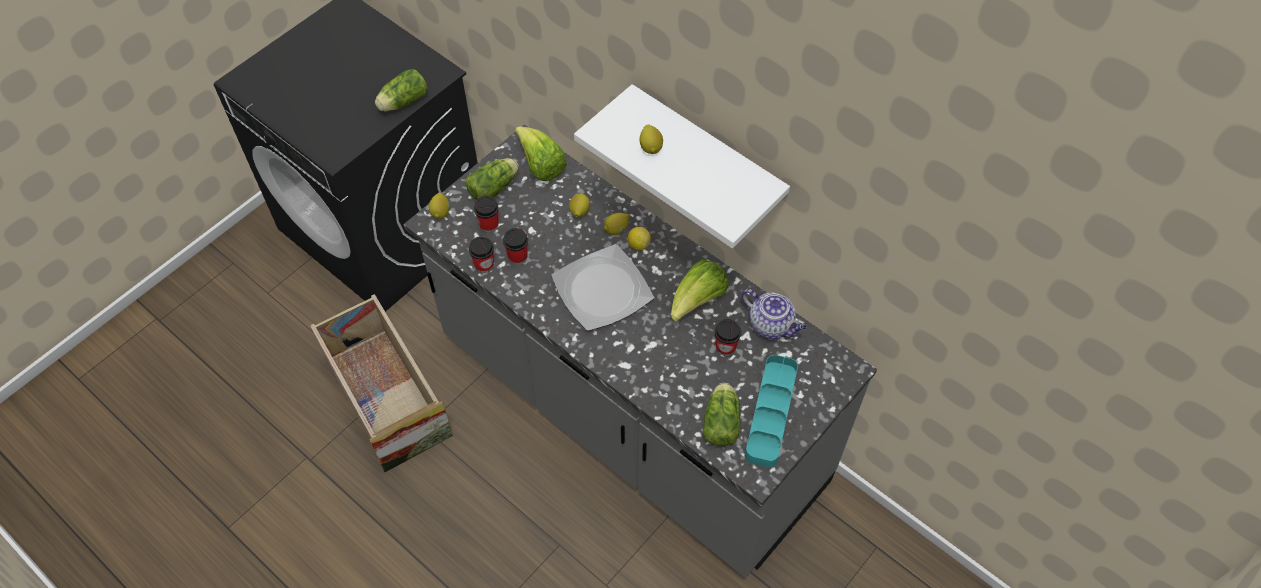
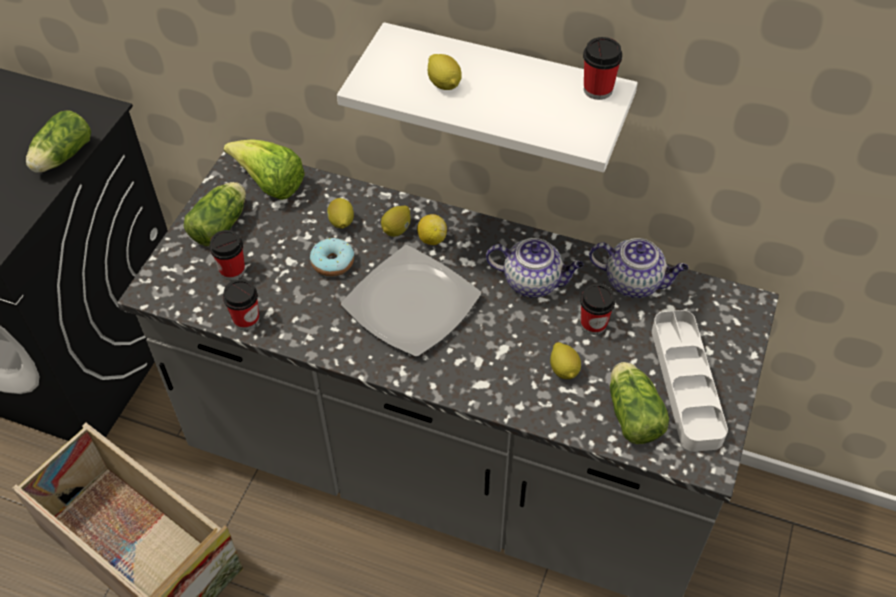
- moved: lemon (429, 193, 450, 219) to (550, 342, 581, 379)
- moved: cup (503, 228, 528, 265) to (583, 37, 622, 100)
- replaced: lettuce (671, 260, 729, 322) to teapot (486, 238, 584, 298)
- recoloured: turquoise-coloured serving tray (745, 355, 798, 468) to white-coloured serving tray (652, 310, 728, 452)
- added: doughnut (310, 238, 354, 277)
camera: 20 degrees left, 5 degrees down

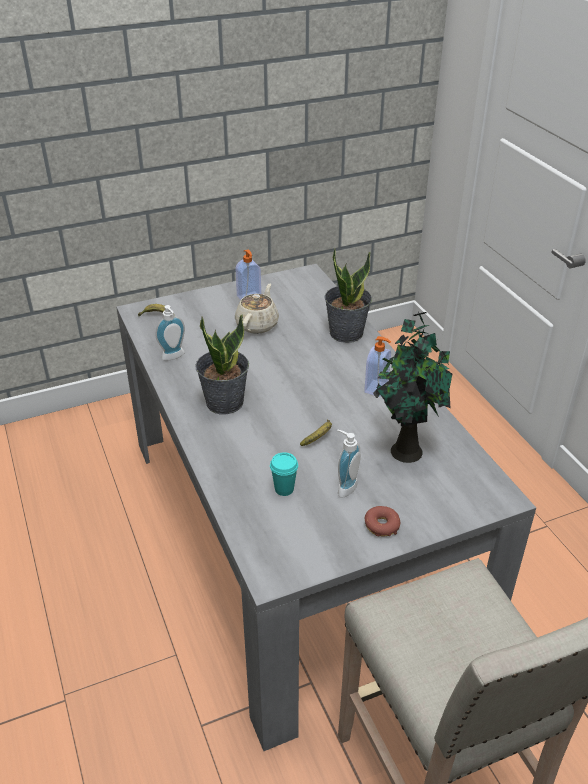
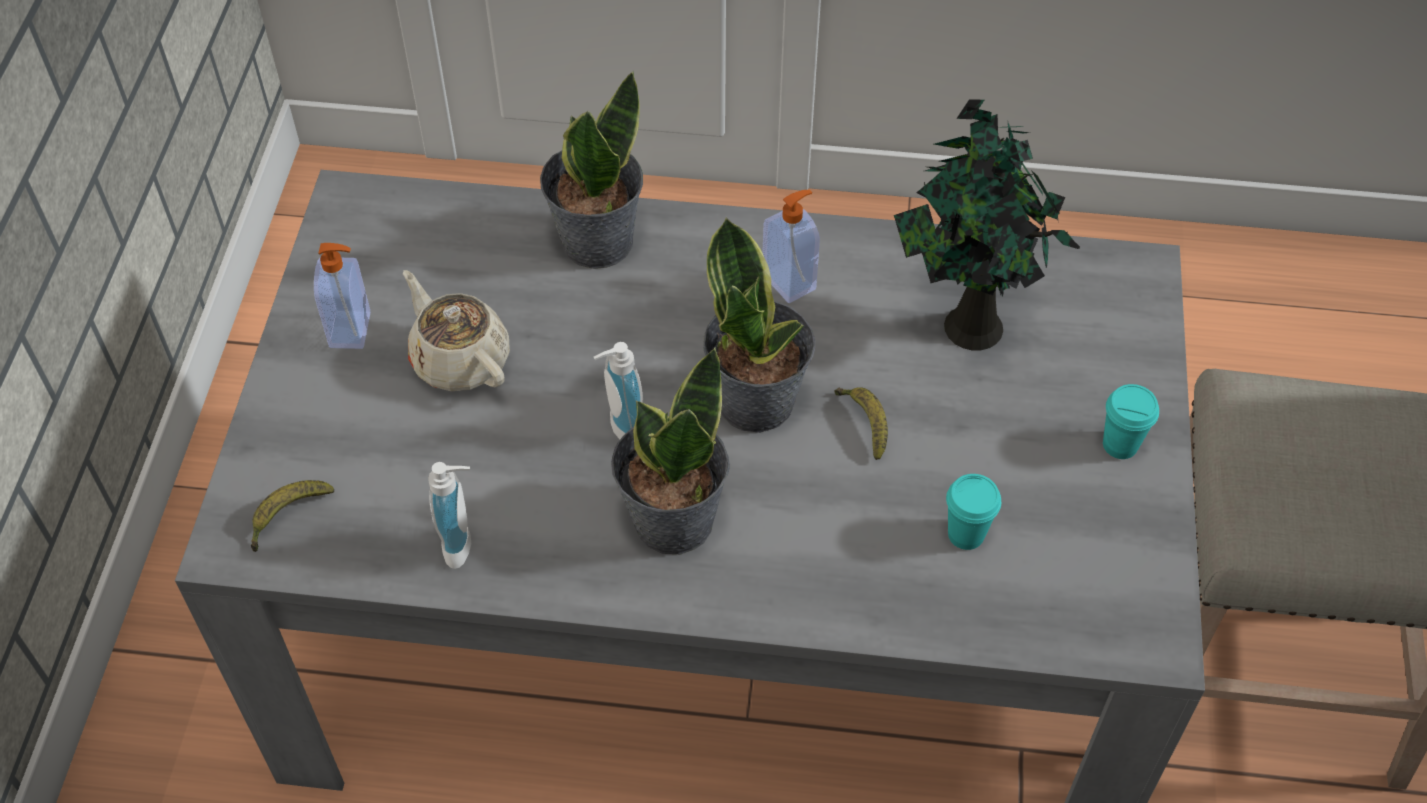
- moved: soap bottle (337, 430, 361, 498) to (594, 342, 643, 439)
- replaced: doughnut (364, 506, 400, 536) to turquoise-coloured cup (1103, 384, 1159, 459)
- added: potted plant (703, 217, 816, 433)
camera: 60 degrees left, 15 degrees up

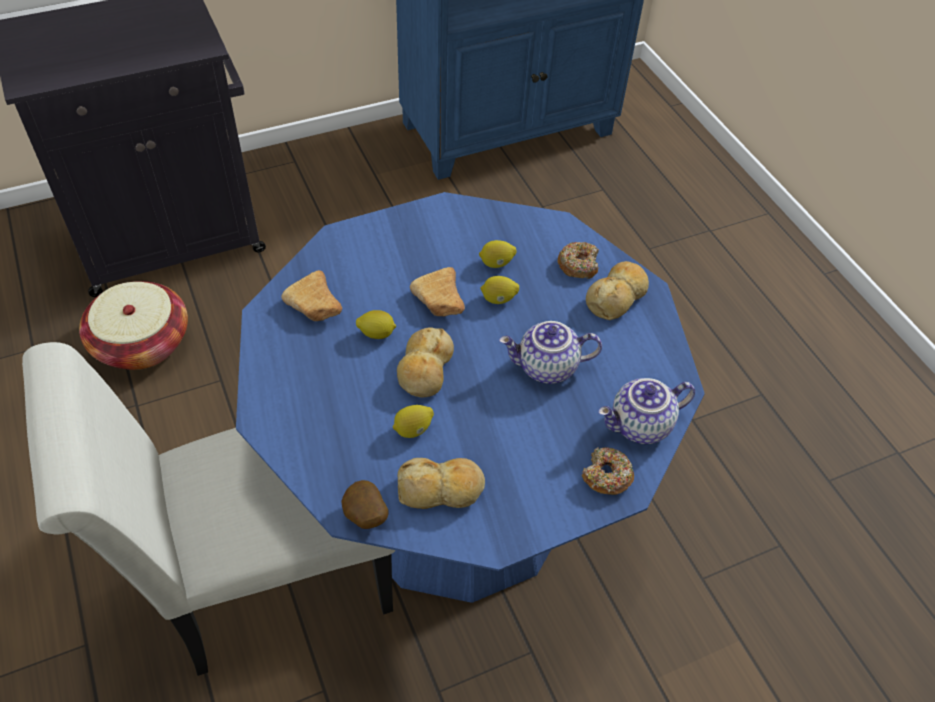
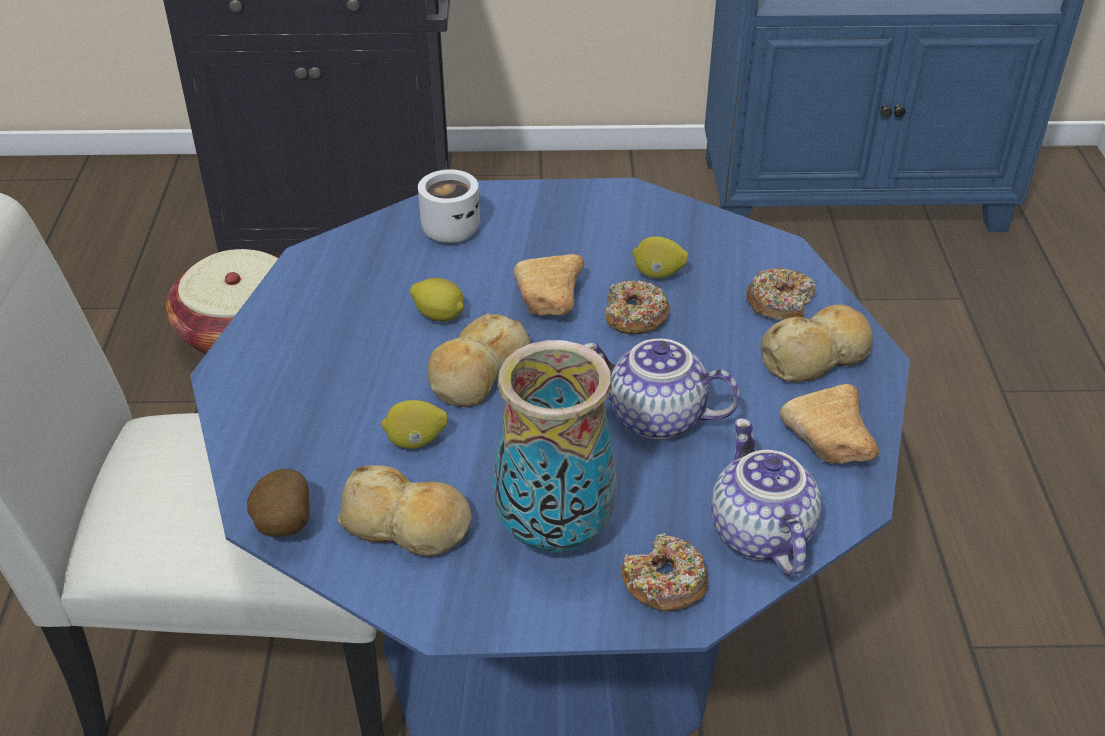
- moved: bakery bread (281, 270, 342, 321) to (779, 384, 879, 464)
- replaced: lemon (480, 276, 519, 304) to doughnut (605, 280, 670, 334)
- turned: teapot (598, 378, 695, 444) = (711, 418, 822, 576) 75 degrees clockwise
- added: white-coloured coffee mug (418, 169, 480, 243)
- added: vase (493, 340, 617, 553)
camera: 25 degrees right, 10 degrees down

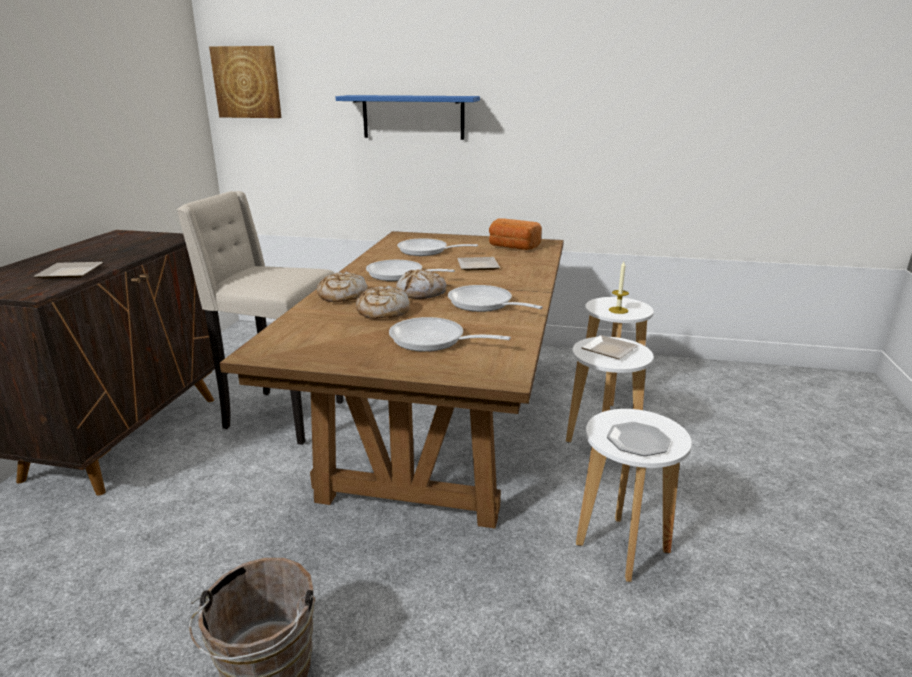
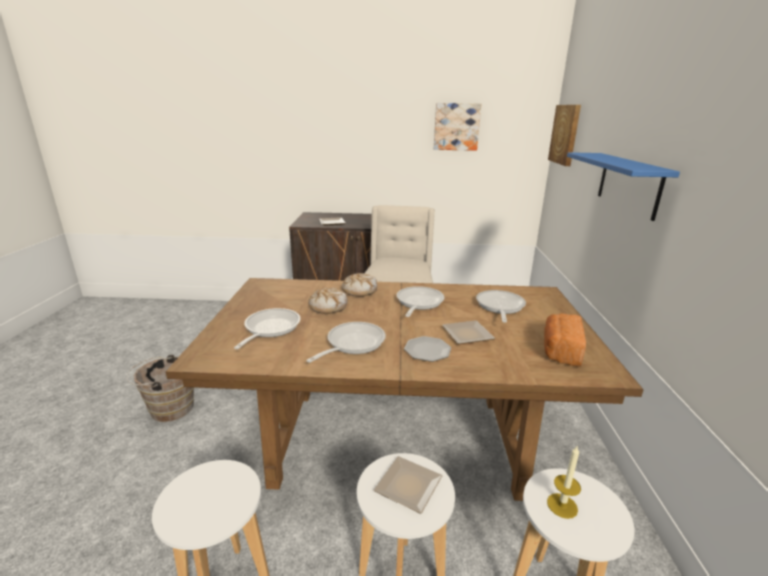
- removed: bakery bread (396, 269, 447, 299)
- moved: flat dish (607, 422, 671, 456) to (404, 336, 451, 362)
- added: picture (434, 103, 482, 151)
camera: 80 degrees right, 0 degrees up

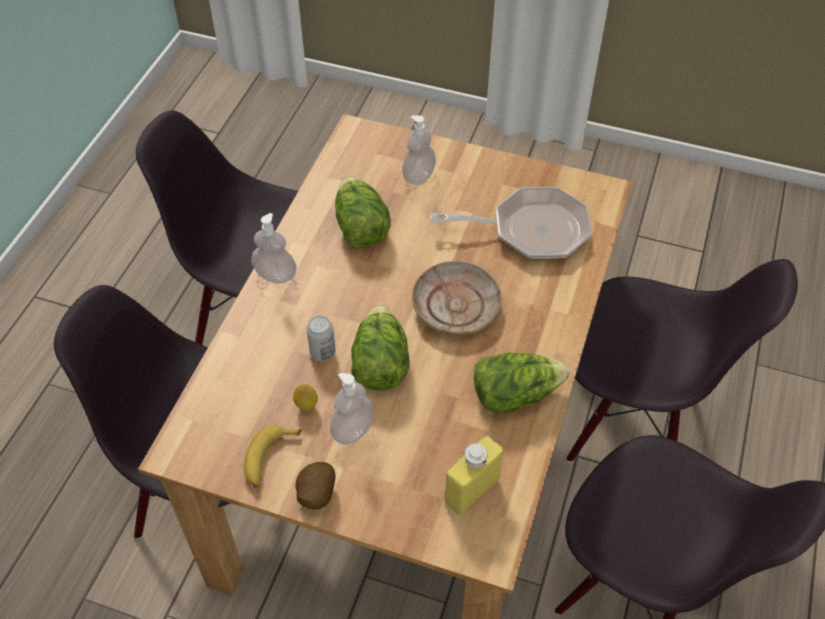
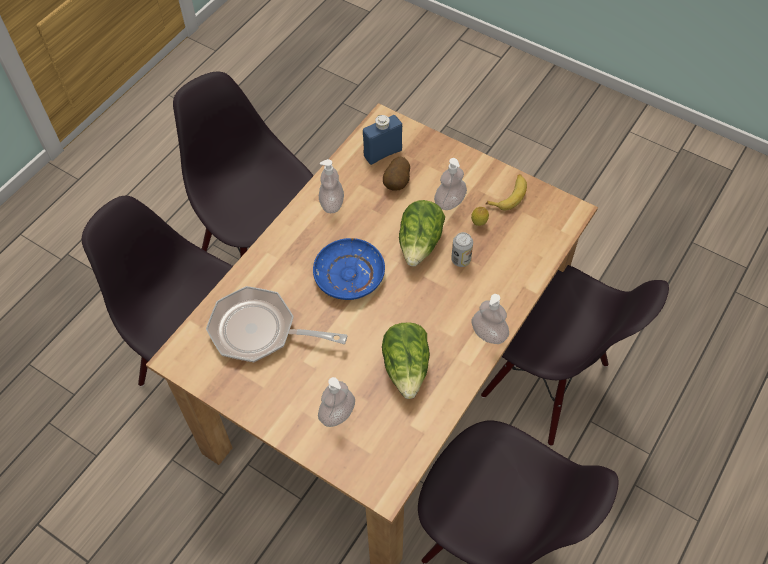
- moved: whole potato (296, 462, 335, 509) to (383, 157, 410, 191)
- recoloured: beige flat dish (412, 261, 502, 336) to blue flat dish (313, 238, 385, 300)
- recoloured: yellowish beverage bottle (445, 436, 503, 515) to blue beverage bottle (363, 115, 402, 165)
- replaced: lettuce (474, 353, 570, 413) to soap bottle (319, 159, 344, 213)
camera: 165 degrees left, 5 degrees up

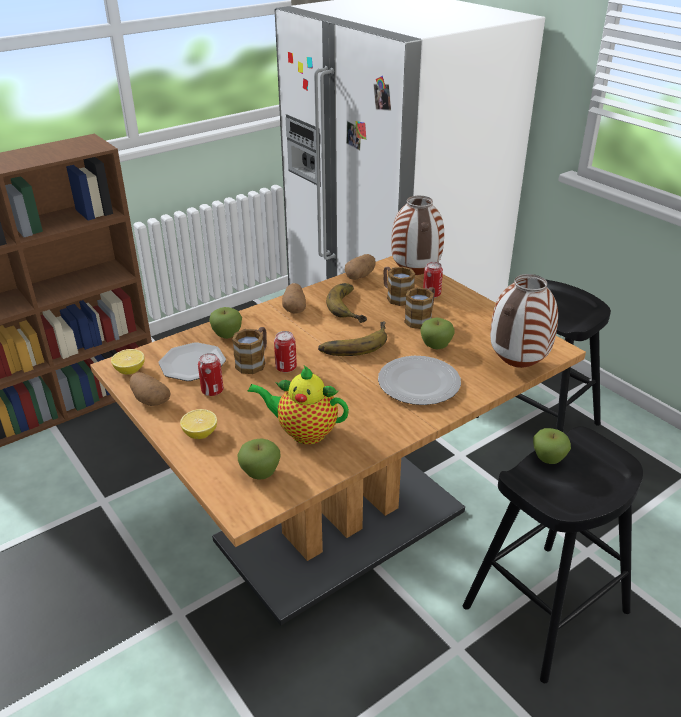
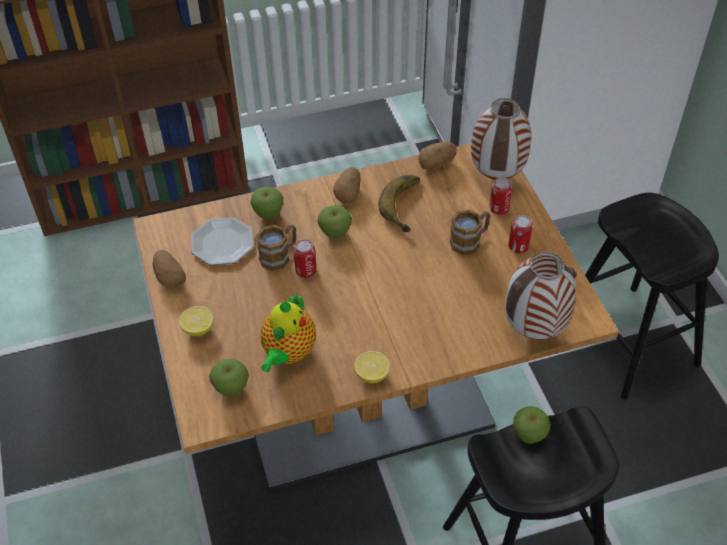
- moved: lemon (111, 349, 145, 375) to (354, 351, 390, 383)
- moved: can (198, 353, 224, 396) to (508, 215, 533, 253)
- turned: teapot (247, 365, 349, 444) = (260, 293, 316, 372) 105 degrees counterclockwise
- removed: banana (318, 321, 387, 356)
- removed: flat dish (378, 356, 461, 405)
- removed: coffee mug (383, 267, 415, 306)
- moved: apple (420, 318, 455, 349) to (317, 206, 352, 239)
camera: 20 degrees right, 15 degrees up

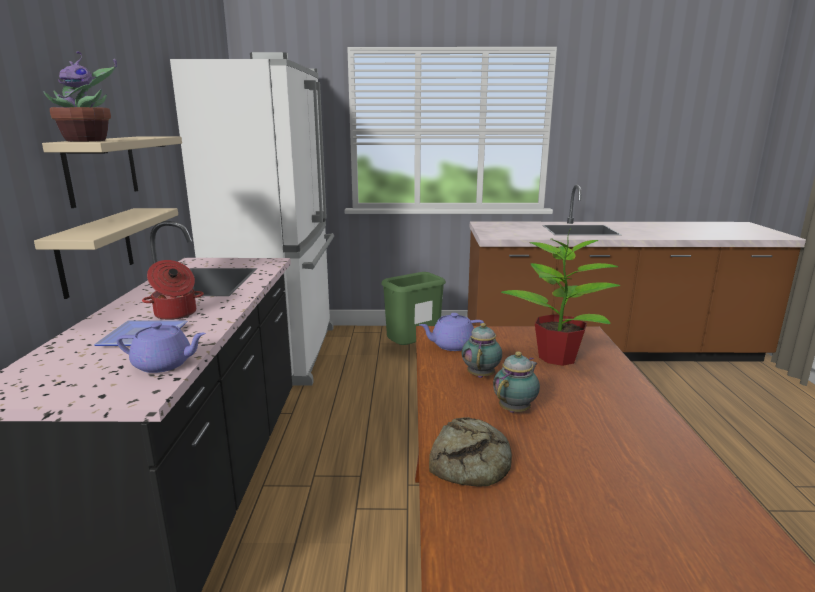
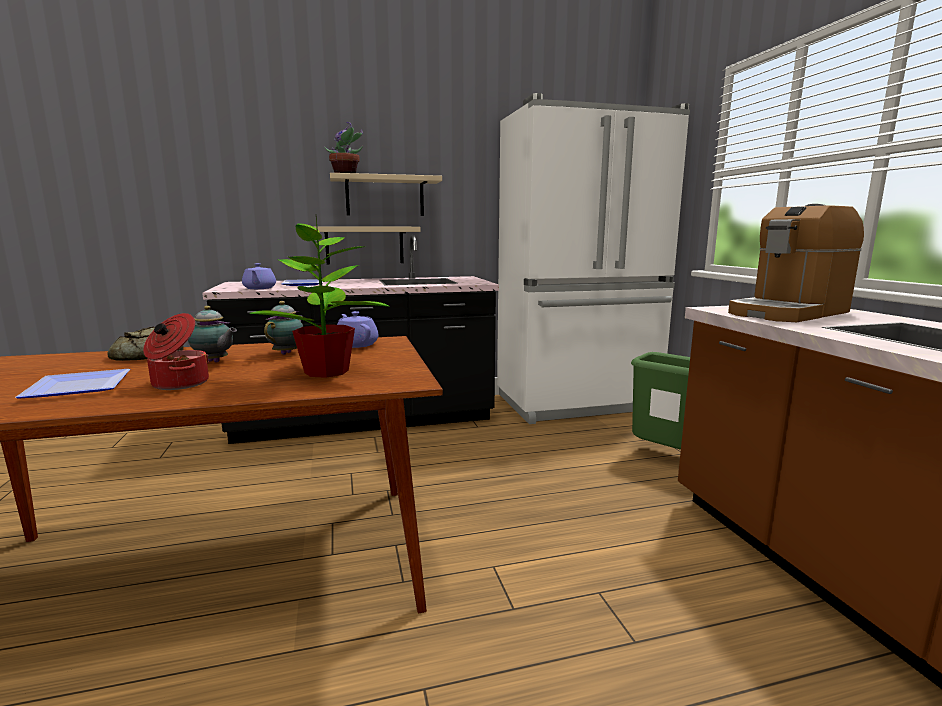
- moved: saucepot (142, 260, 204, 320) to (143, 313, 209, 390)
- turned: teapot (462, 323, 502, 378) = (264, 301, 304, 355) 75 degrees counterclockwise
- added: flat dish (15, 369, 130, 399)
- added: coffee maker (728, 204, 864, 322)
camera: 75 degrees right, 5 degrees down

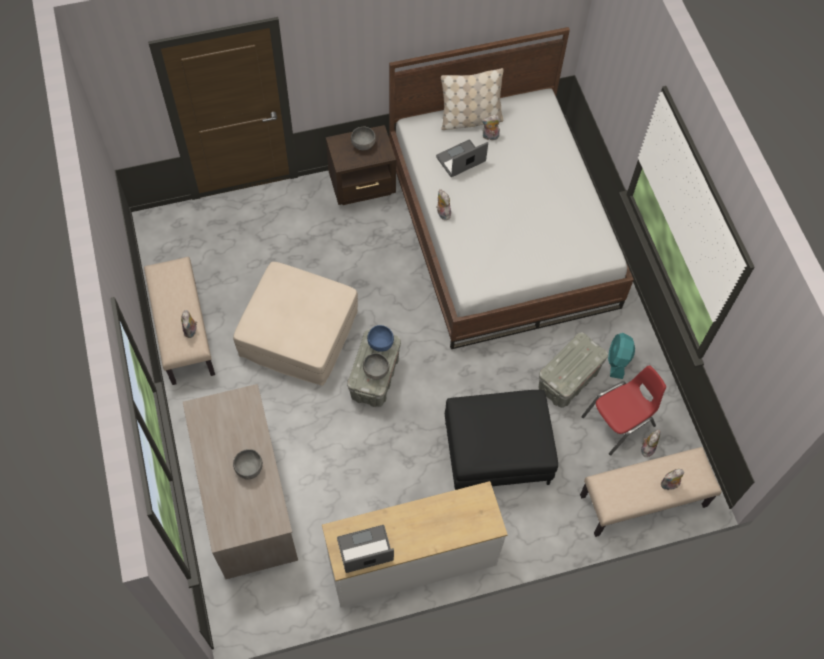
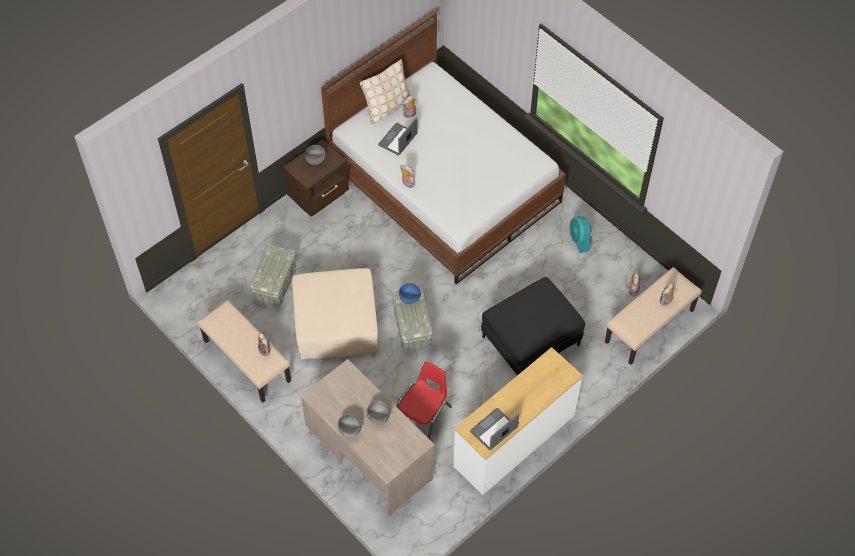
- moved: greyish bowl (363, 353, 389, 380) to (338, 414, 362, 437)
- moved: greyish storage box (538, 333, 608, 408) to (250, 244, 296, 307)
- moved: reddish chair (582, 365, 666, 455) to (396, 362, 452, 439)
camera: 25 degrees left, 5 degrees down

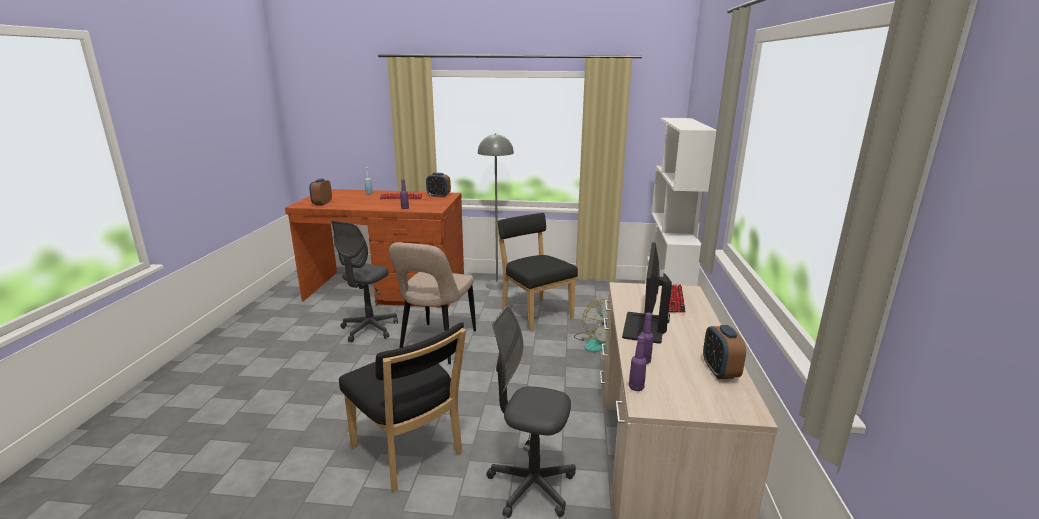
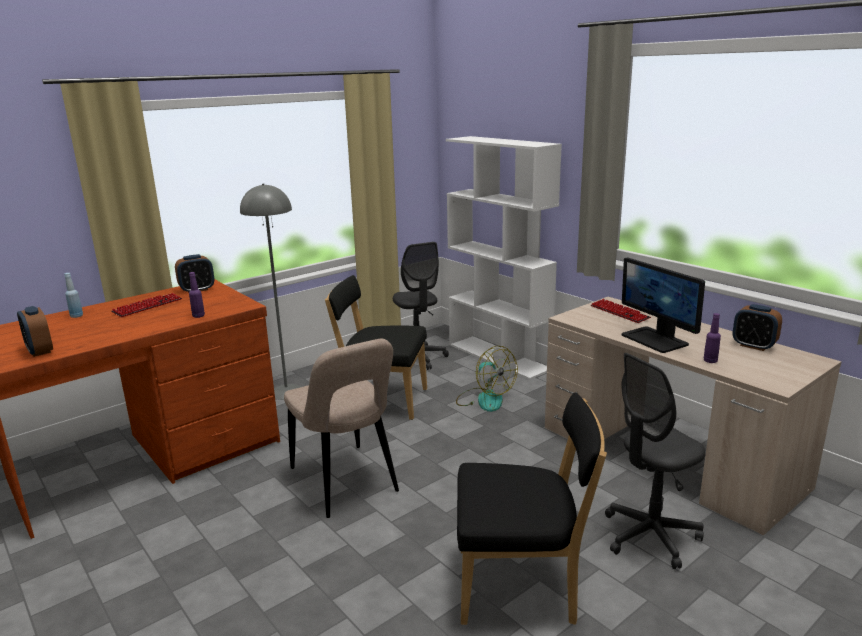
- moved: greyish computer chair (331, 220, 398, 342) to (393, 242, 449, 370)
- removed: purplish beverage bottle (629, 336, 647, 391)
camera: 45 degrees left, 0 degrees up

